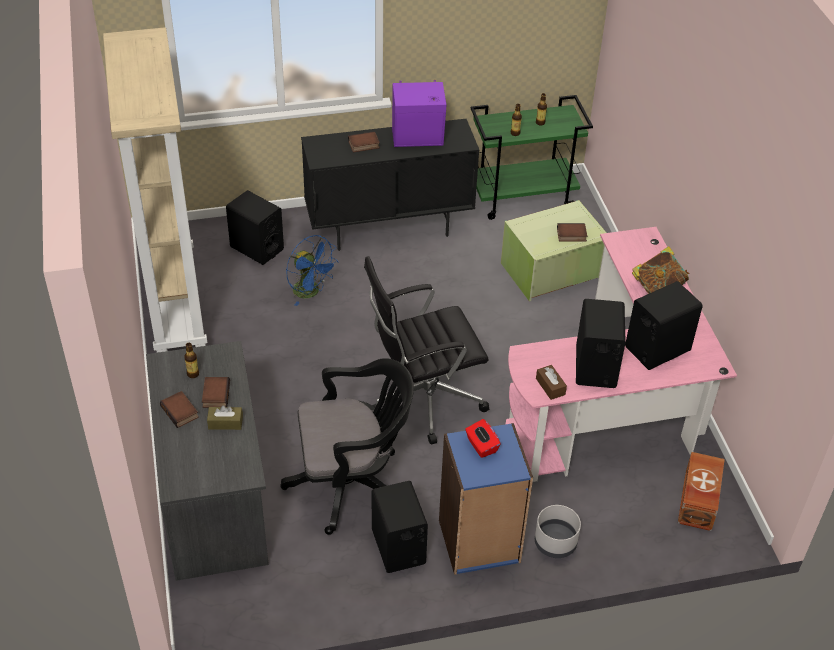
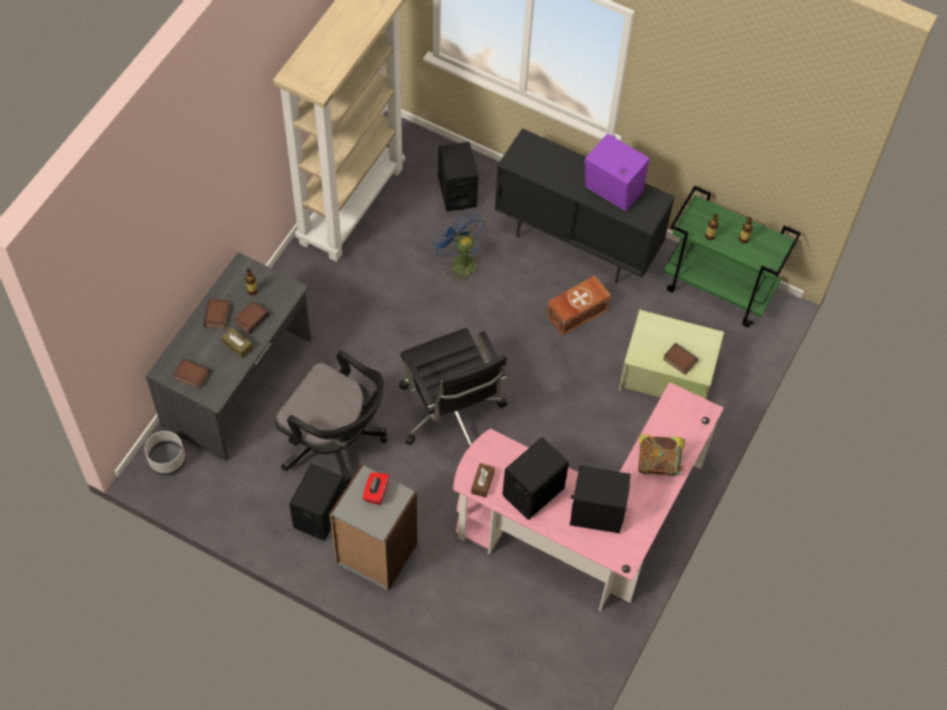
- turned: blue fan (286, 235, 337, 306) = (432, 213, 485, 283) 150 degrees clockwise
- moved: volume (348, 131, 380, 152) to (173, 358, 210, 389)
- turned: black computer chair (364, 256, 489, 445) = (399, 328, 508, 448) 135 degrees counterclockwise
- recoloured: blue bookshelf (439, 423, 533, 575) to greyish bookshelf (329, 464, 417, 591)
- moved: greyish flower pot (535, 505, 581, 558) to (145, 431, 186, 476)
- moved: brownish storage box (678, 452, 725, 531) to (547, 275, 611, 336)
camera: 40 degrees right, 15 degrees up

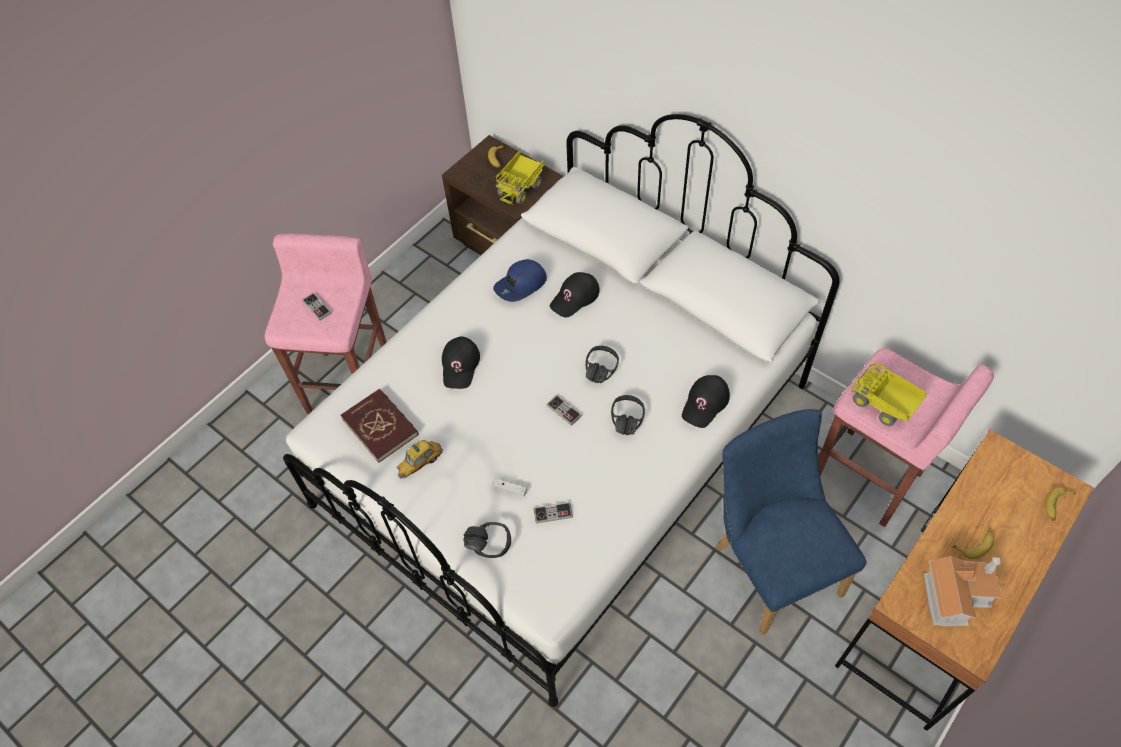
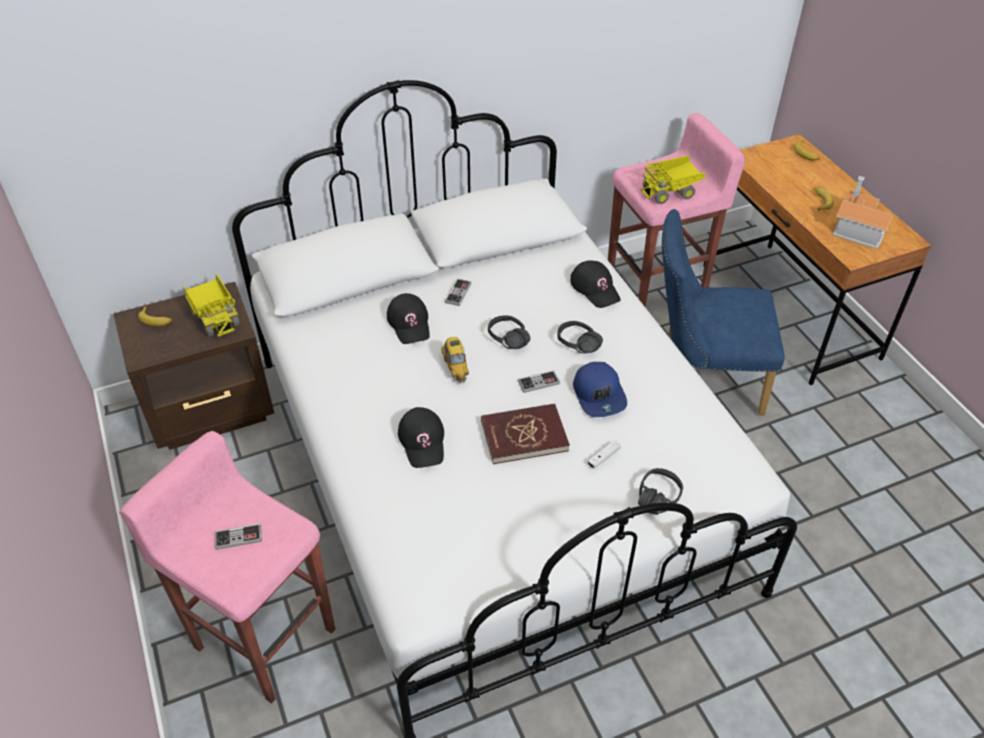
- moved: reddish volume (340, 389, 419, 463) to (481, 404, 570, 464)
- moved: miniature car (397, 440, 443, 478) to (441, 337, 469, 383)
- turned: black cap (442, 337, 480, 389) = (398, 407, 444, 468) 45 degrees clockwise
- moved: blue cap (493, 259, 547, 302) to (573, 362, 627, 417)
- moved: joypad (533, 502, 573, 524) to (445, 279, 471, 306)
camera: 65 degrees left, 10 degrees down

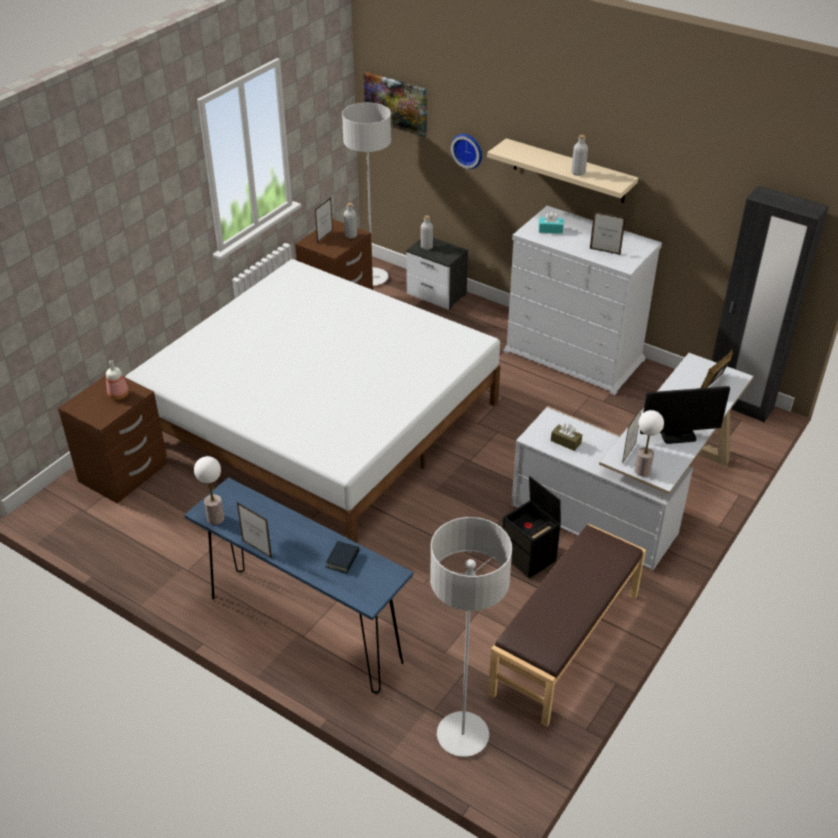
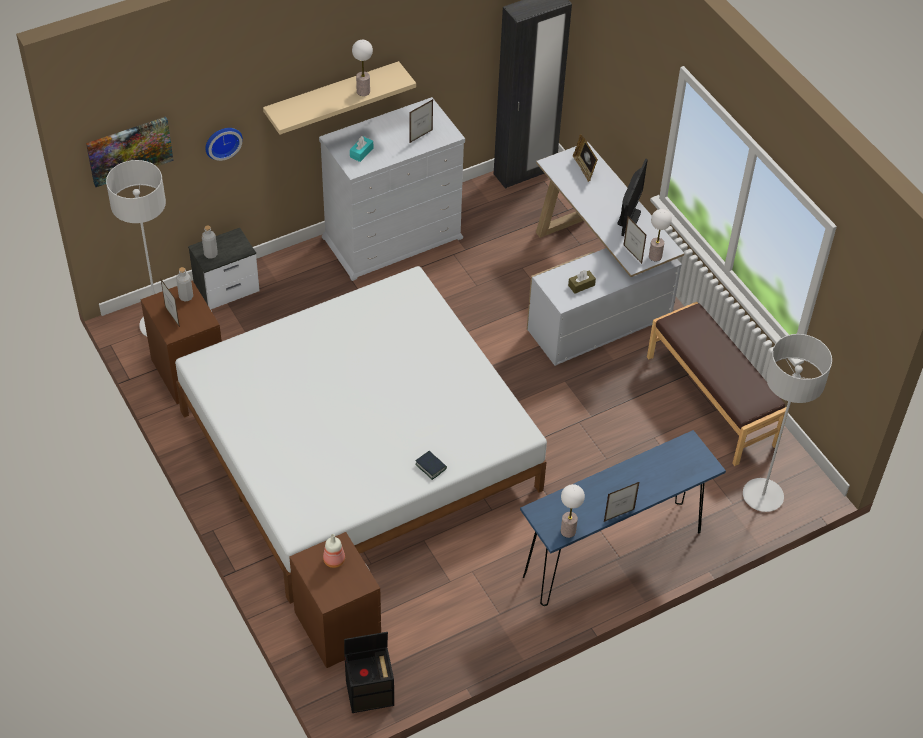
- moved: volume (326, 541, 360, 573) to (415, 451, 447, 480)
- moved: black storage box (502, 476, 561, 578) to (344, 632, 394, 713)
- replaced: greyish beverage bottle (571, 135, 588, 176) to tabletop lamp (352, 40, 373, 96)
camera: 65 degrees left, 10 degrees up

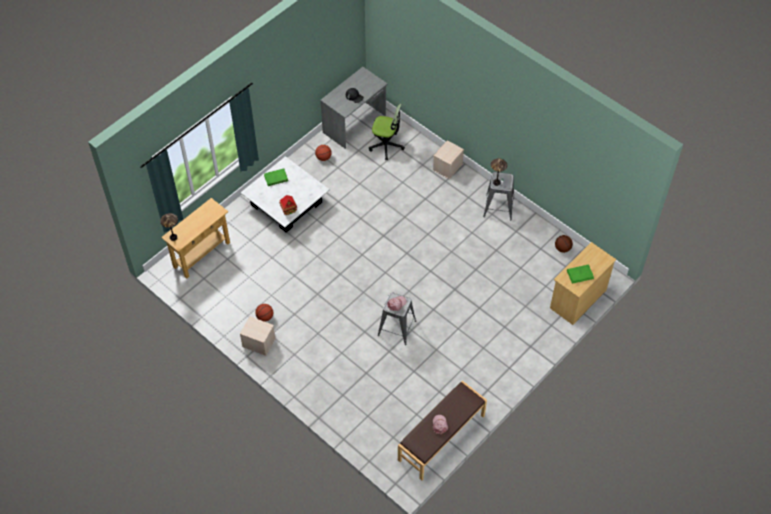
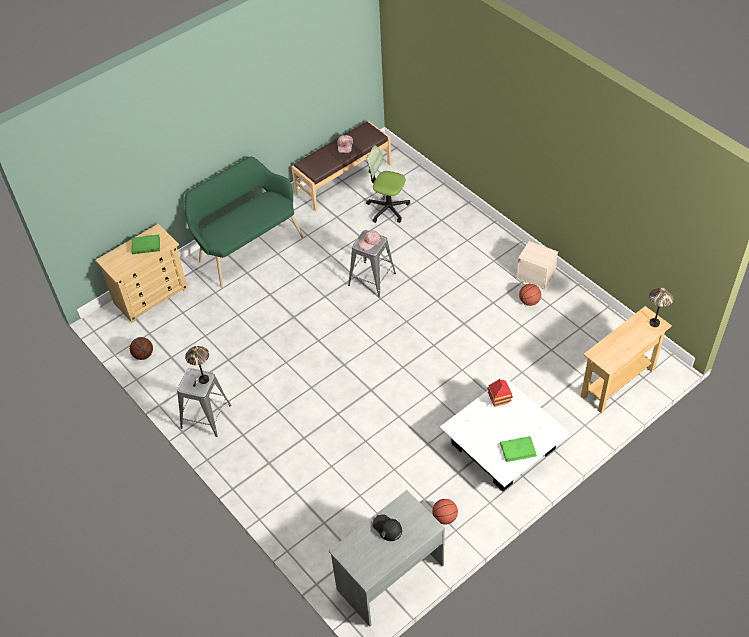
- moved: computer chair (369, 104, 405, 160) to (366, 145, 410, 223)
- removed: beige storage box (433, 140, 464, 179)
- added: green-coloured long seat (184, 156, 303, 288)
camera: 170 degrees left, 5 degrees down

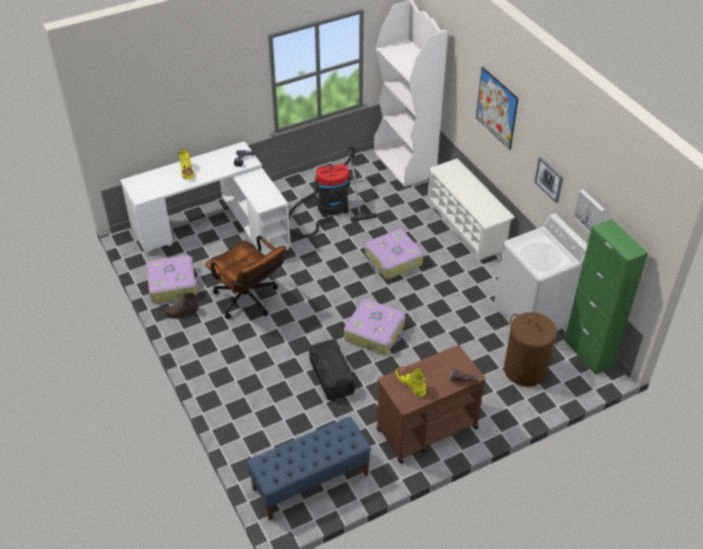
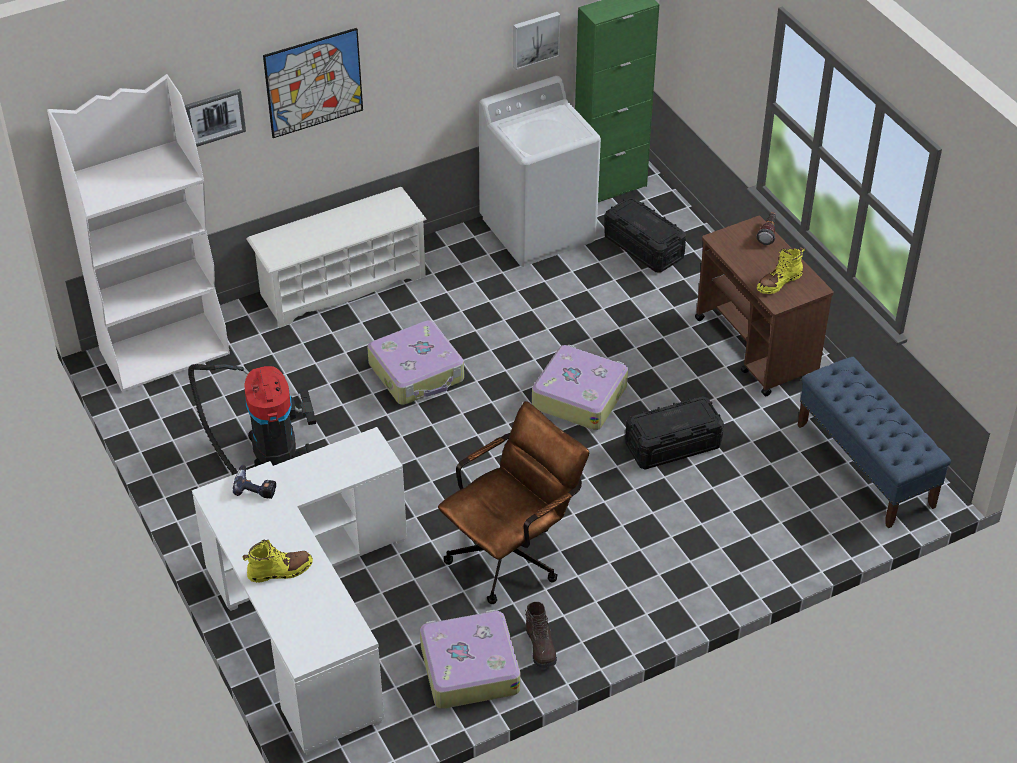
- replaced: brownish laundry basket (504, 312, 558, 387) to black storage box (604, 198, 686, 272)
- moved: picture (535, 157, 563, 203) to (185, 89, 246, 147)
camera: 90 degrees left, 0 degrees up

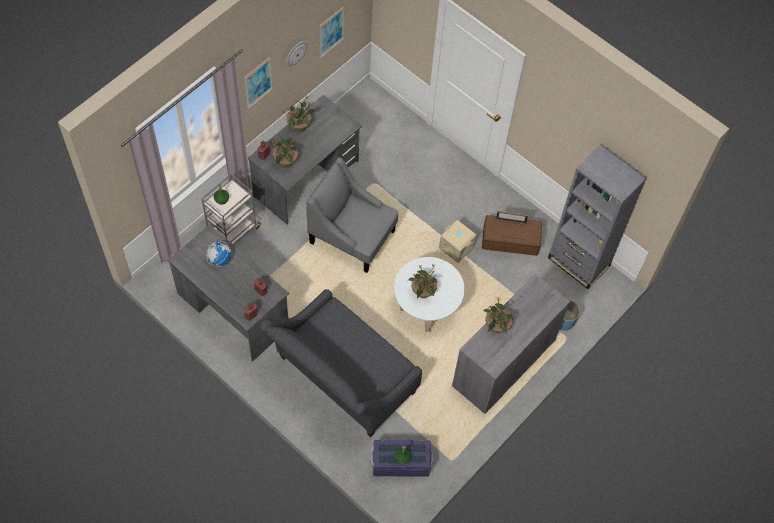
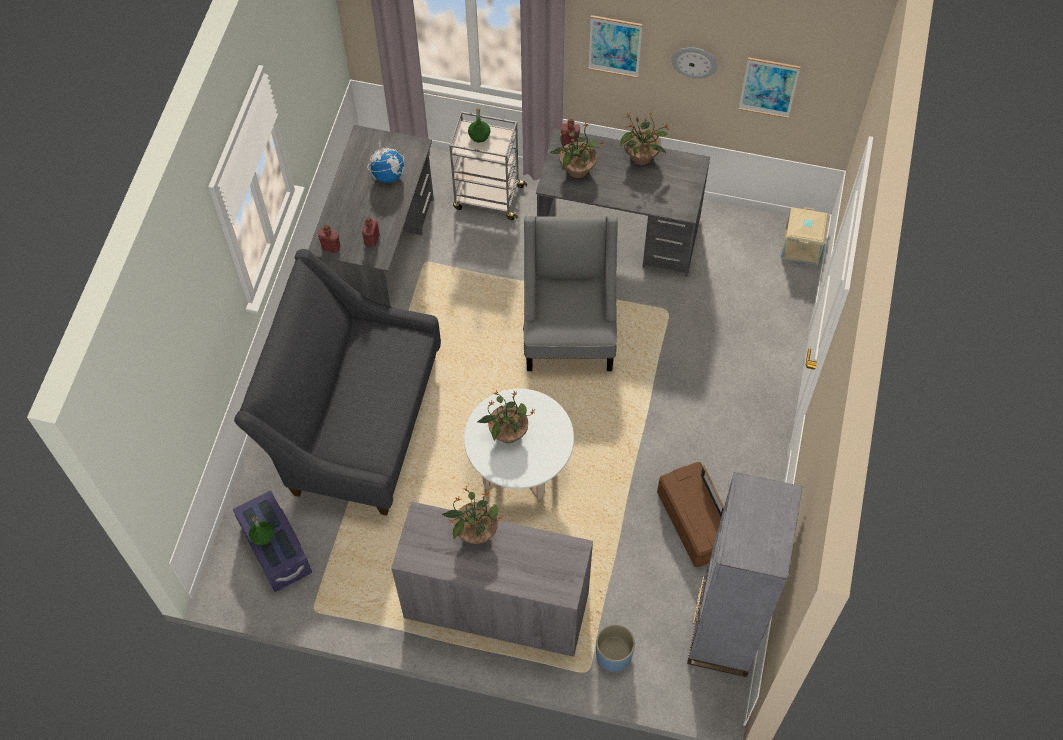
- moved: beige storage box (439, 220, 477, 263) to (781, 207, 828, 265)
camera: 65 degrees right, 0 degrees up

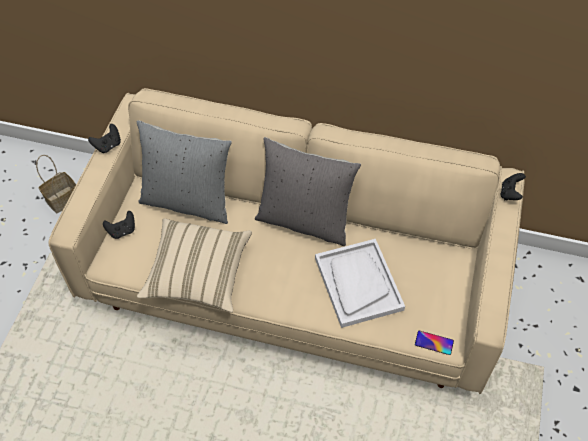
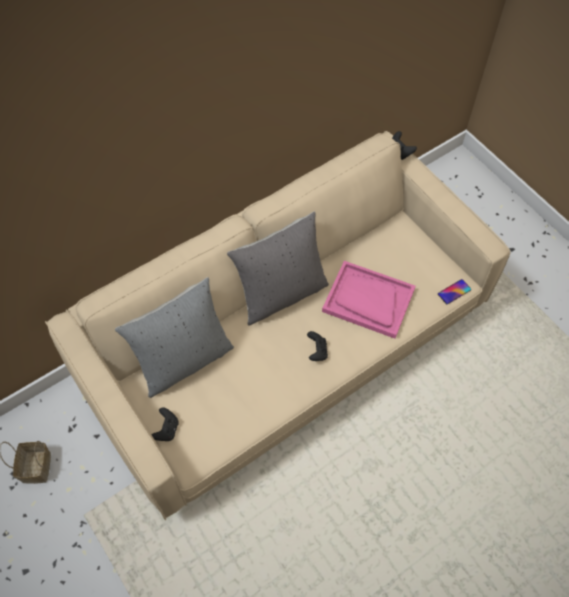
- moved: black joypad (88, 124, 121, 153) to (307, 331, 328, 361)
- removed: beige cushion (137, 218, 252, 313)
- recoloured: white-coloured serving tray (315, 239, 405, 328) to pink serving tray (322, 261, 415, 339)
camera: 50 degrees left, 5 degrees up

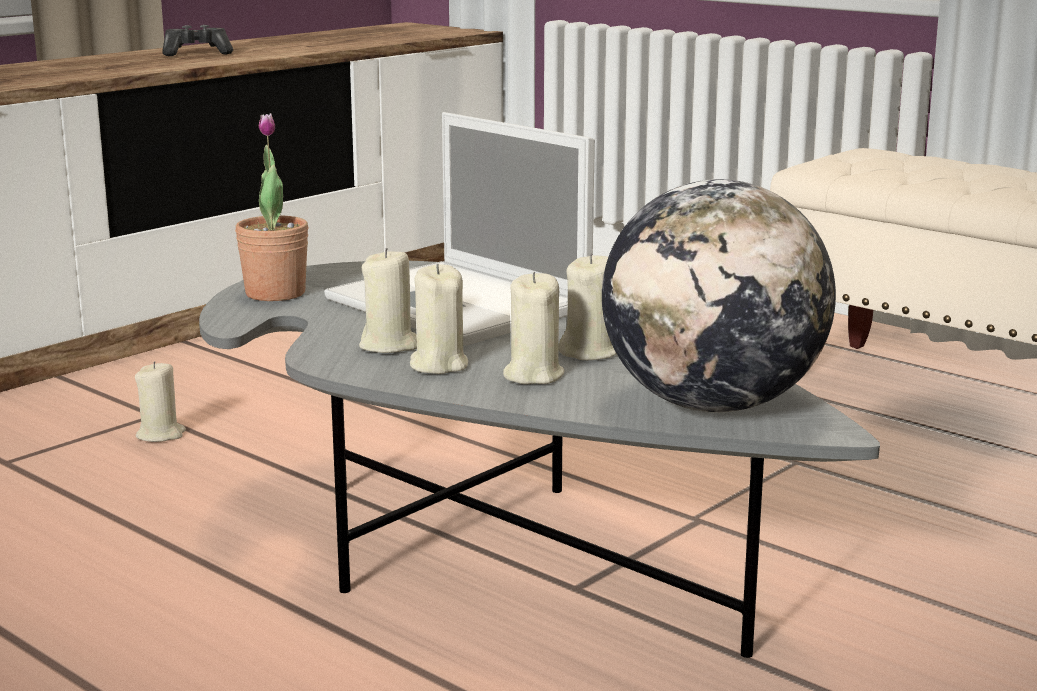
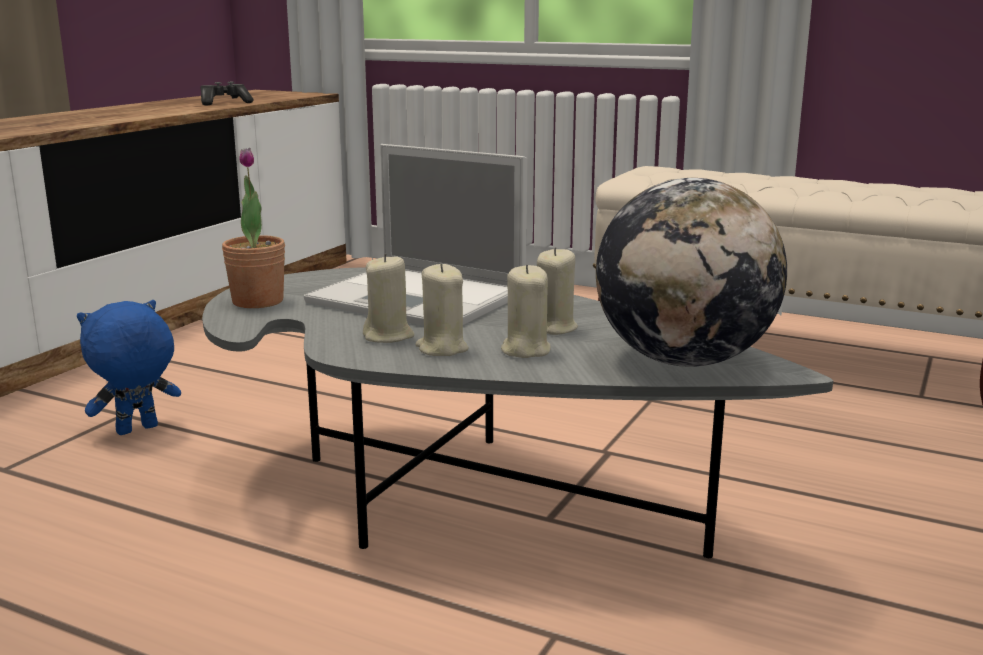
- replaced: beige wax light (135, 361, 186, 442) to blue cuddly toy (77, 300, 181, 435)
- moved: joypad (162, 25, 233, 56) to (200, 81, 253, 105)
camera: 15 degrees left, 0 degrees up

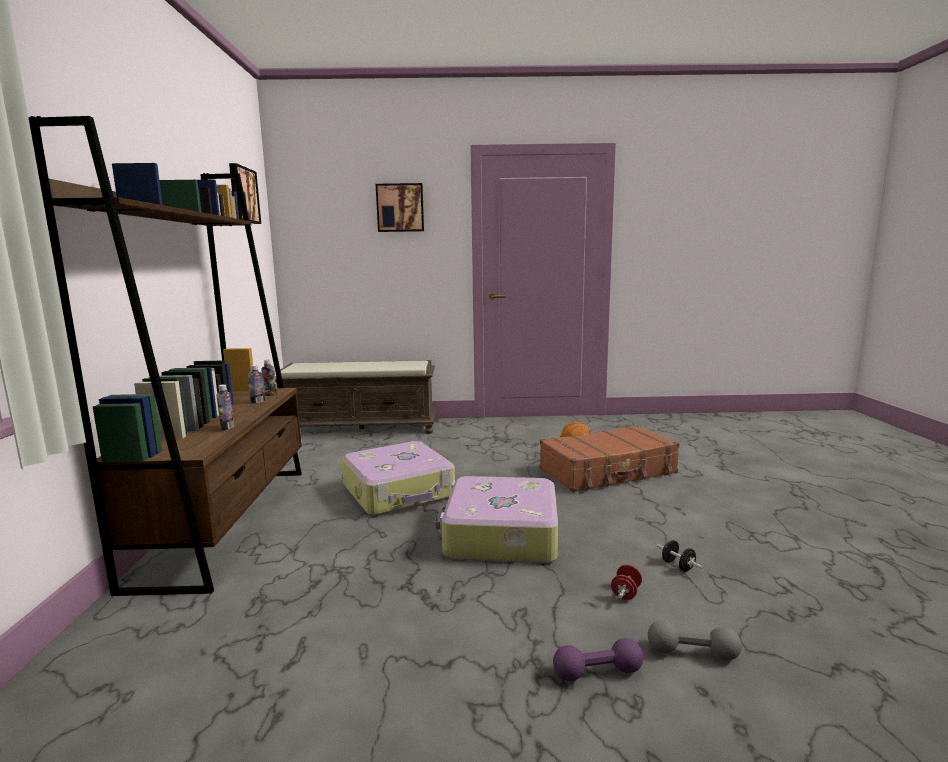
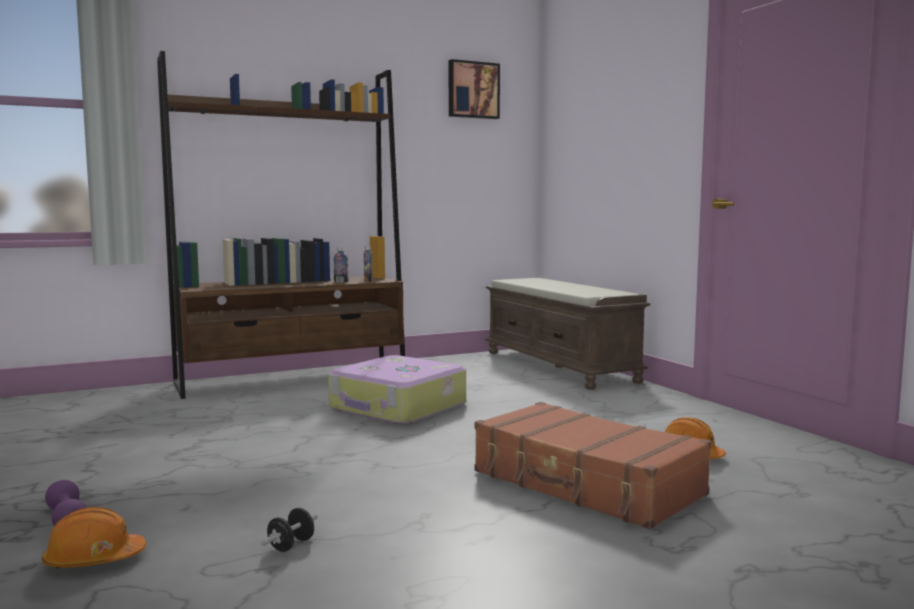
- removed: beverage bottle (217, 384, 234, 430)
- removed: picture (376, 183, 424, 232)
- removed: travel case (434, 476, 558, 563)
- removed: reddish hand weight (611, 564, 642, 600)
- replaced: greyish hand weight (648, 620, 742, 660) to orange hard hat (42, 507, 146, 569)
camera: 65 degrees right, 5 degrees down

